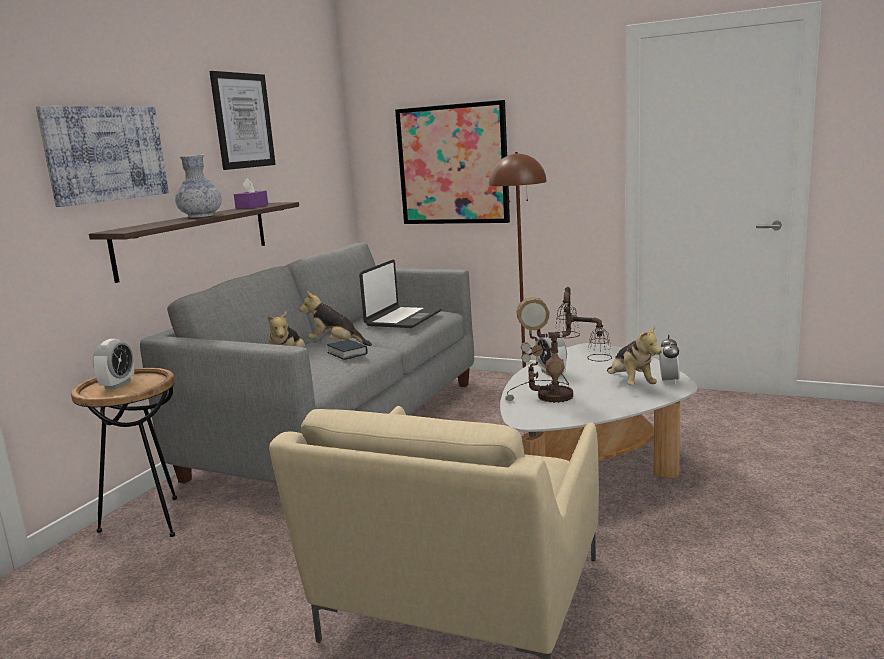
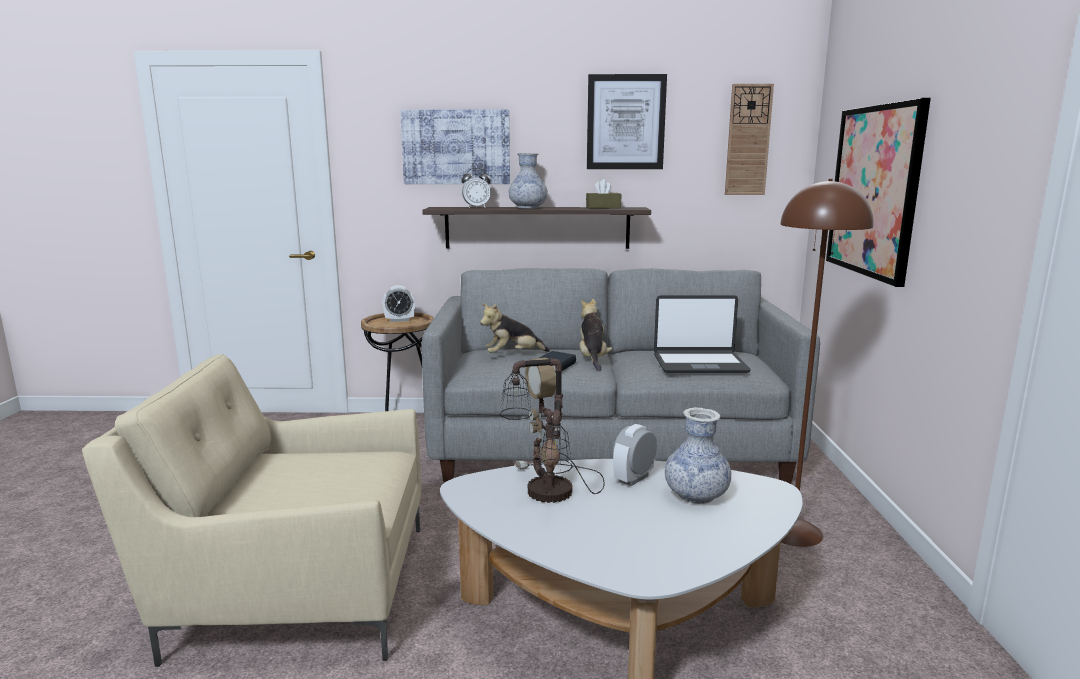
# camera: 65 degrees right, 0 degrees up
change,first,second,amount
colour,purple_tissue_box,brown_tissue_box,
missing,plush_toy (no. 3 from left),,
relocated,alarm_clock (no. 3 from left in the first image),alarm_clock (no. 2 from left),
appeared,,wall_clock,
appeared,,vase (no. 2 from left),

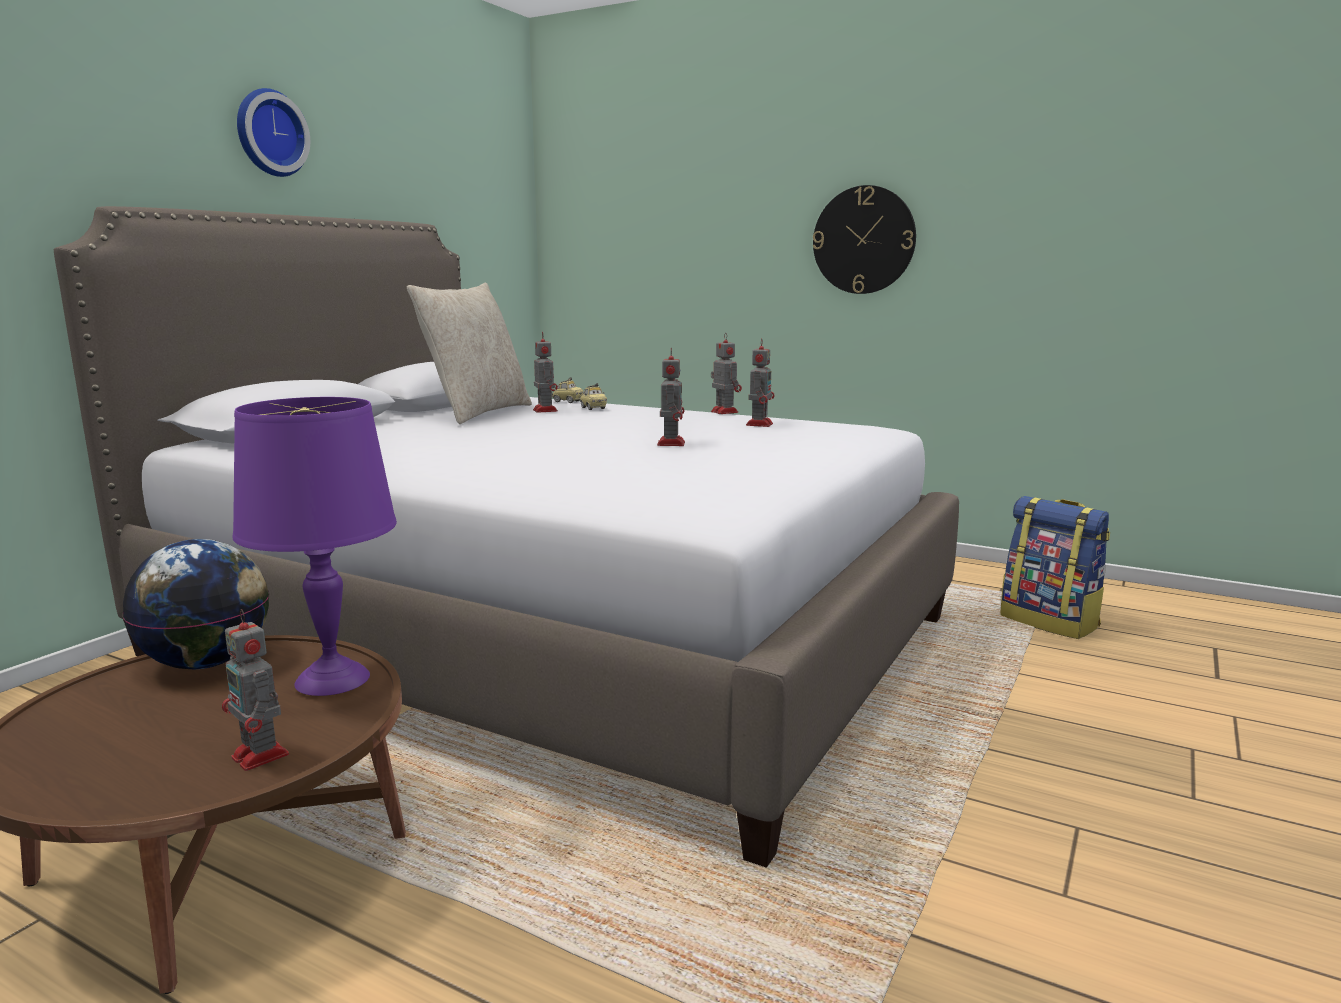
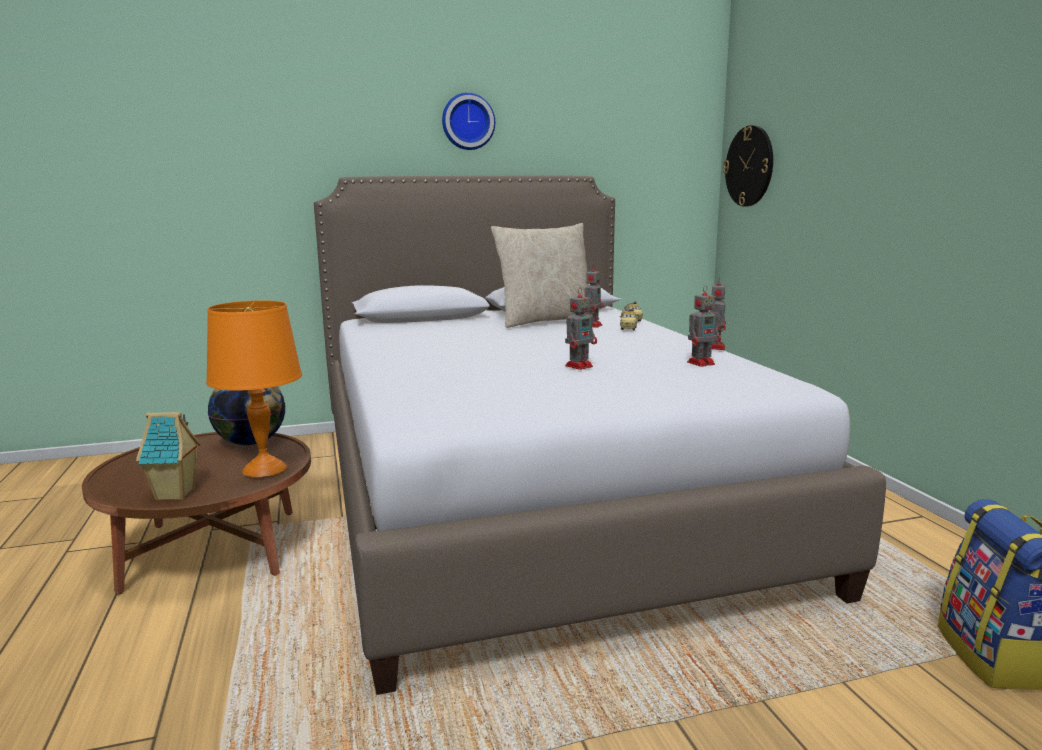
# camera: 45 degrees right, 0 degrees up
change,first,second,amount
relocated,wall_clock (no. 2 from left),,
colour,purple_table_lamp,orange_table_lamp,
exchanged,toy_robot (no. 1 from left),toy_house,

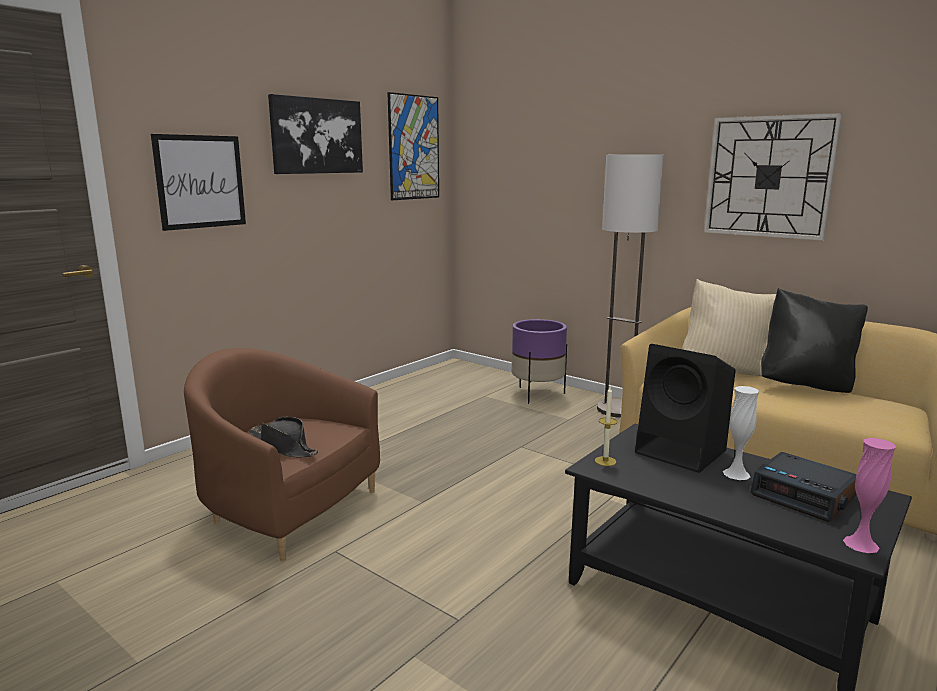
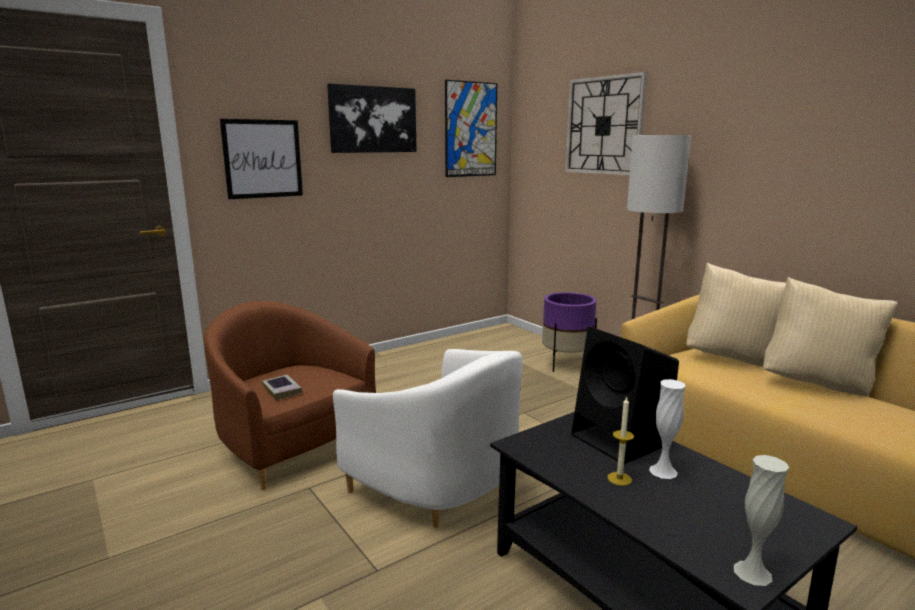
# camera: 15 degrees right, 0 degrees up
change,first,second,amount
relocated,wall_clock,,
colour,black_pillow,beige_pillow (no. 2 from left),
relocated,candle,,
exchanged,black_hat,book,
colour,pink_vase,white_vase (no. 2 from left),
missing,alarm_clock,,
appeared,,white_armchair,

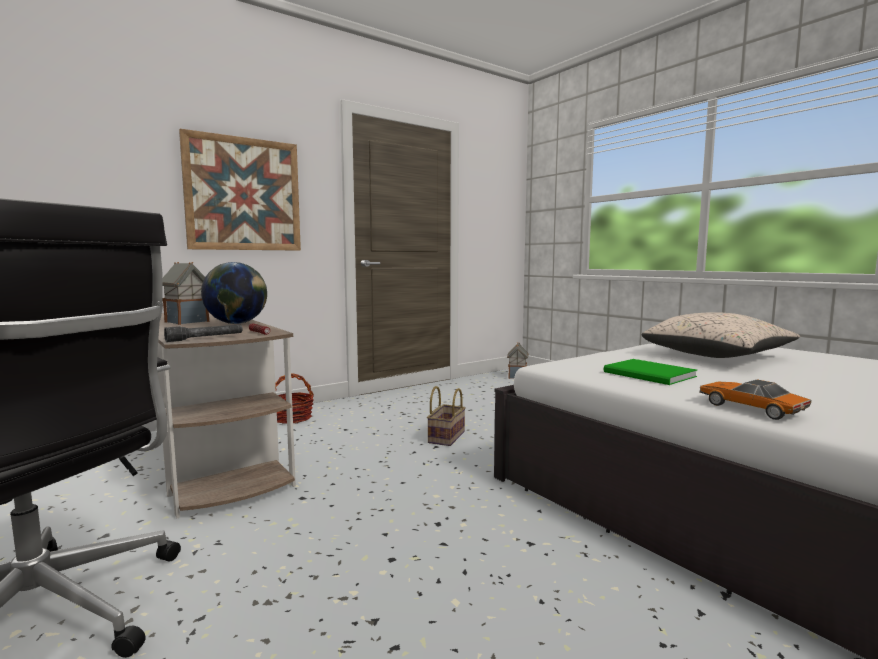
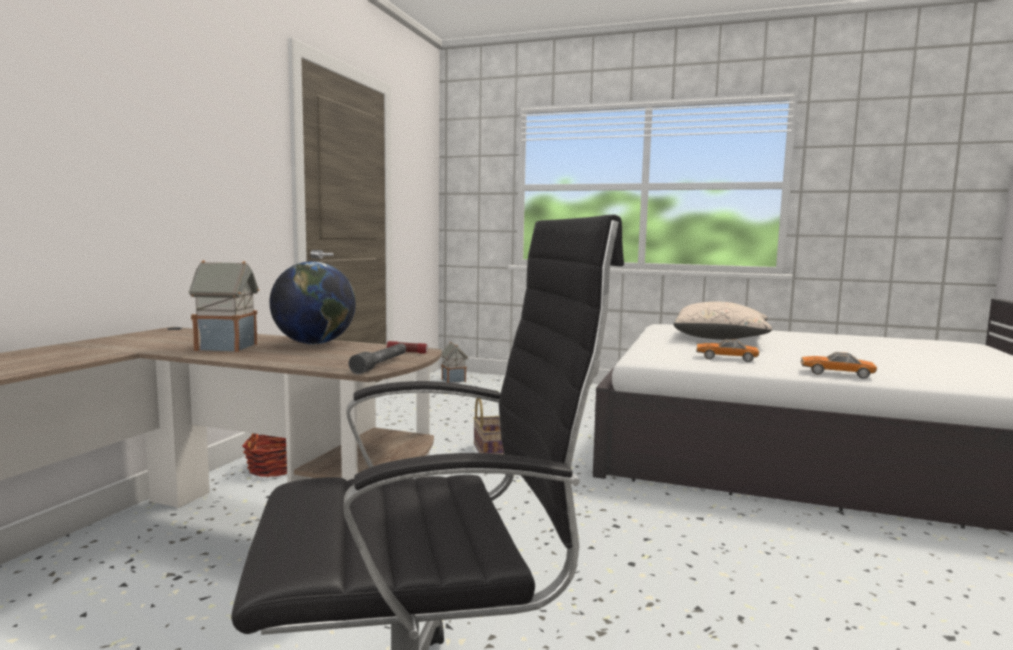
# camera: 35 degrees left, 0 degrees up
change,first,second,amount
missing,picture,,
exchanged,green_book,toy_car (no. 1 from left),

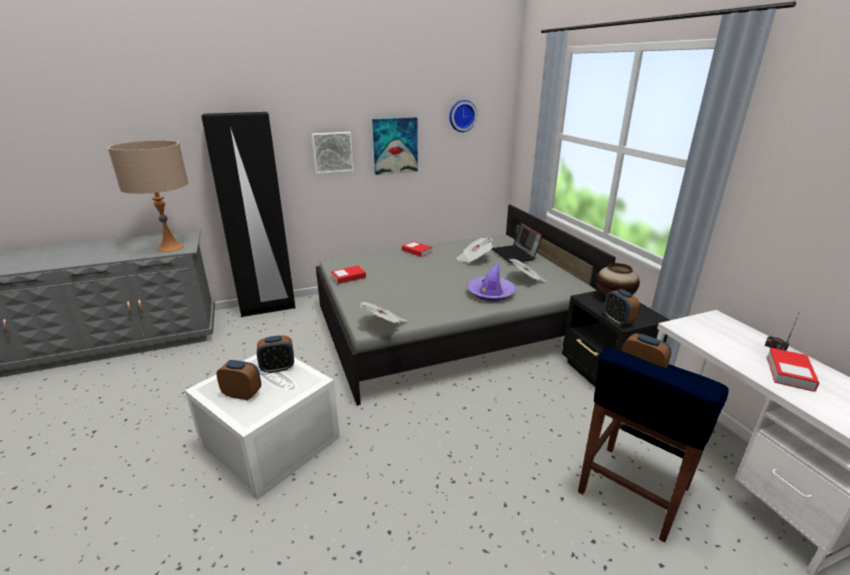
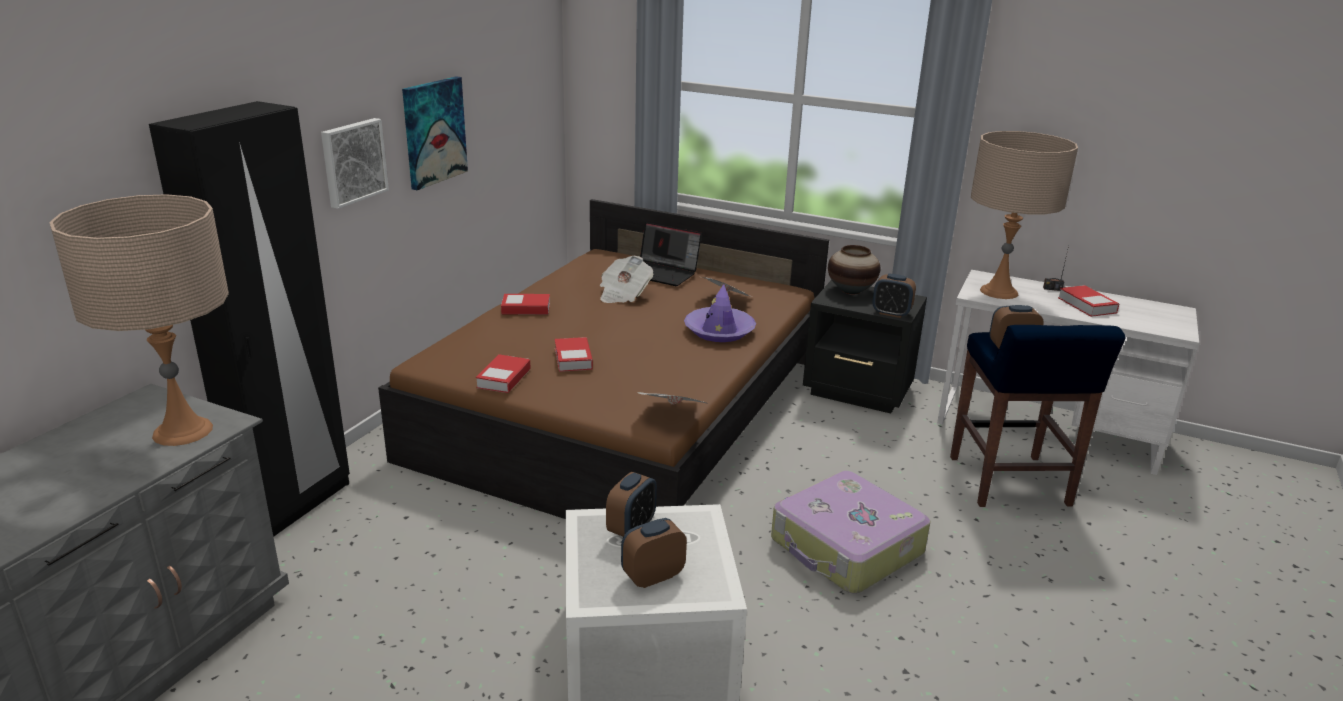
# camera: 45 degrees left, 0 degrees up
change,first,second,amount
missing,wall_clock,,
colour,grey_bed,brown_bed,
appeared,,beige_table_lamp (no. 2 from left),
appeared,,book (no. 3 from left),
appeared,,suitcase,

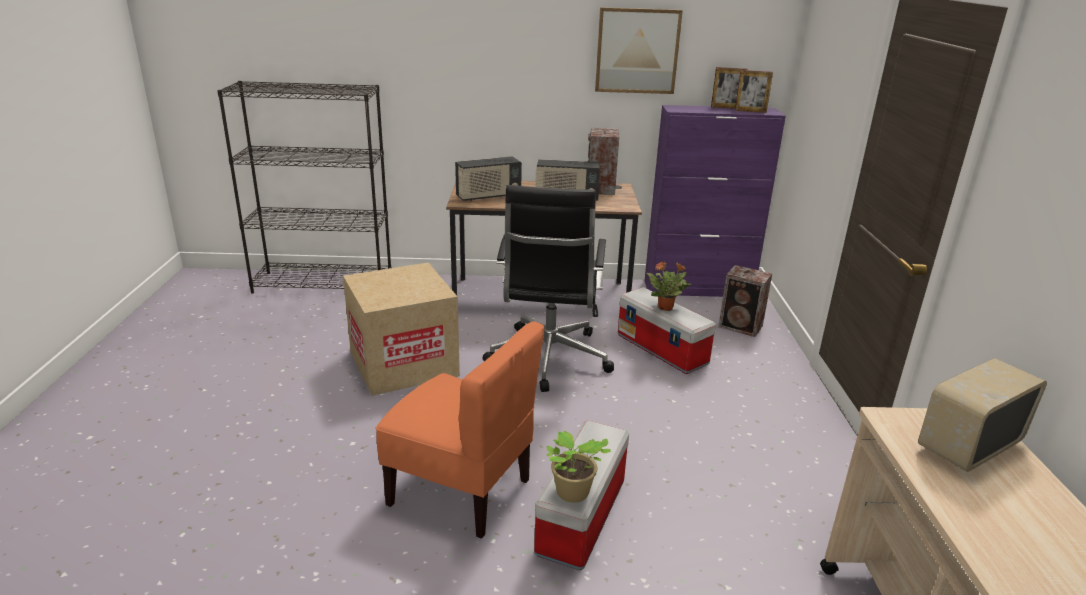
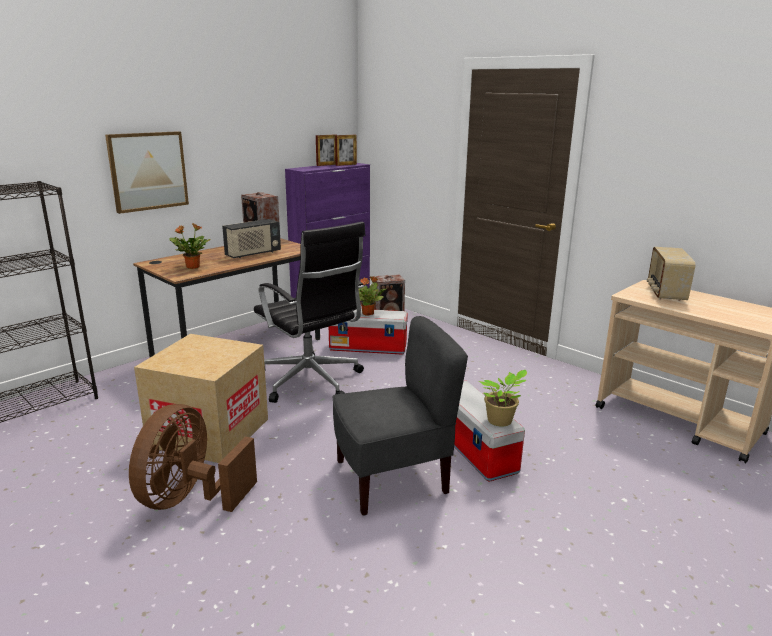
# camera: 45 degrees left, 5 degrees down
change,first,second,amount
relocated,picture,,
exchanged,radio (no. 1 from left),potted_plant (no. 1 from left),
colour,orange_chair,grey_chair,
appeared,,brown_fan,

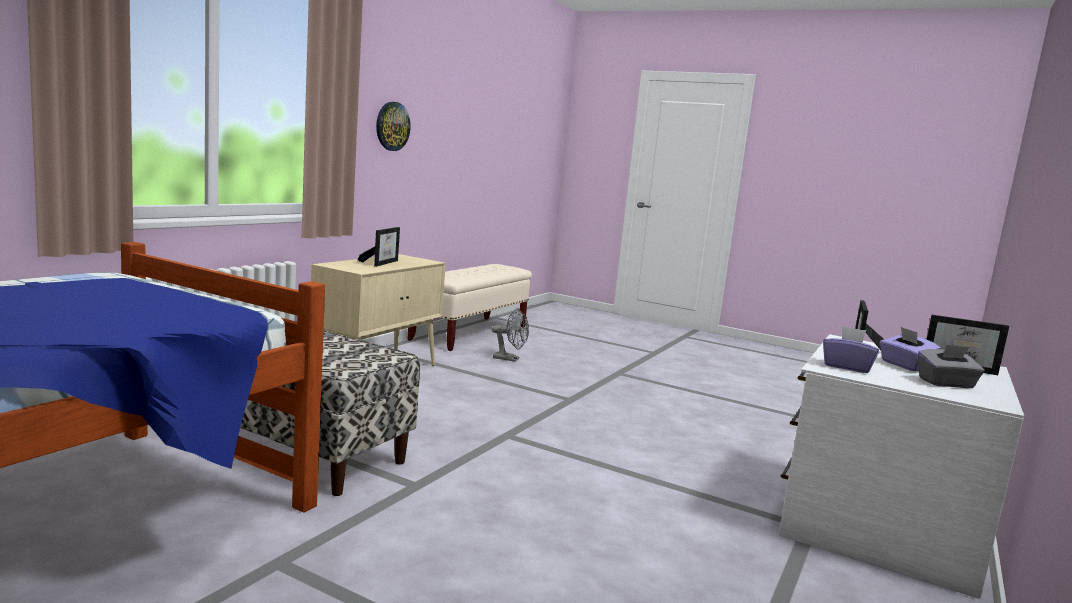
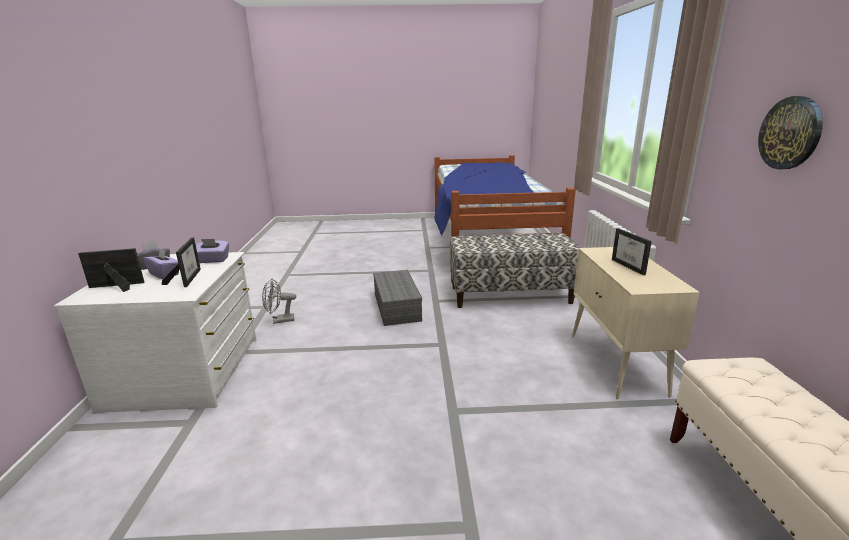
# camera: 150 degrees right, 10 degrees up
change,first,second,amount
relocated,grey_fan,,
appeared,,grey_storage_box,

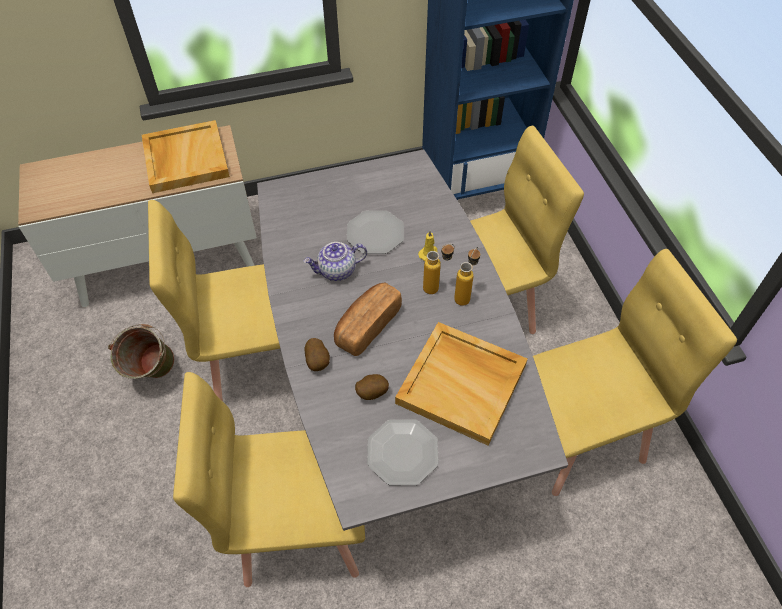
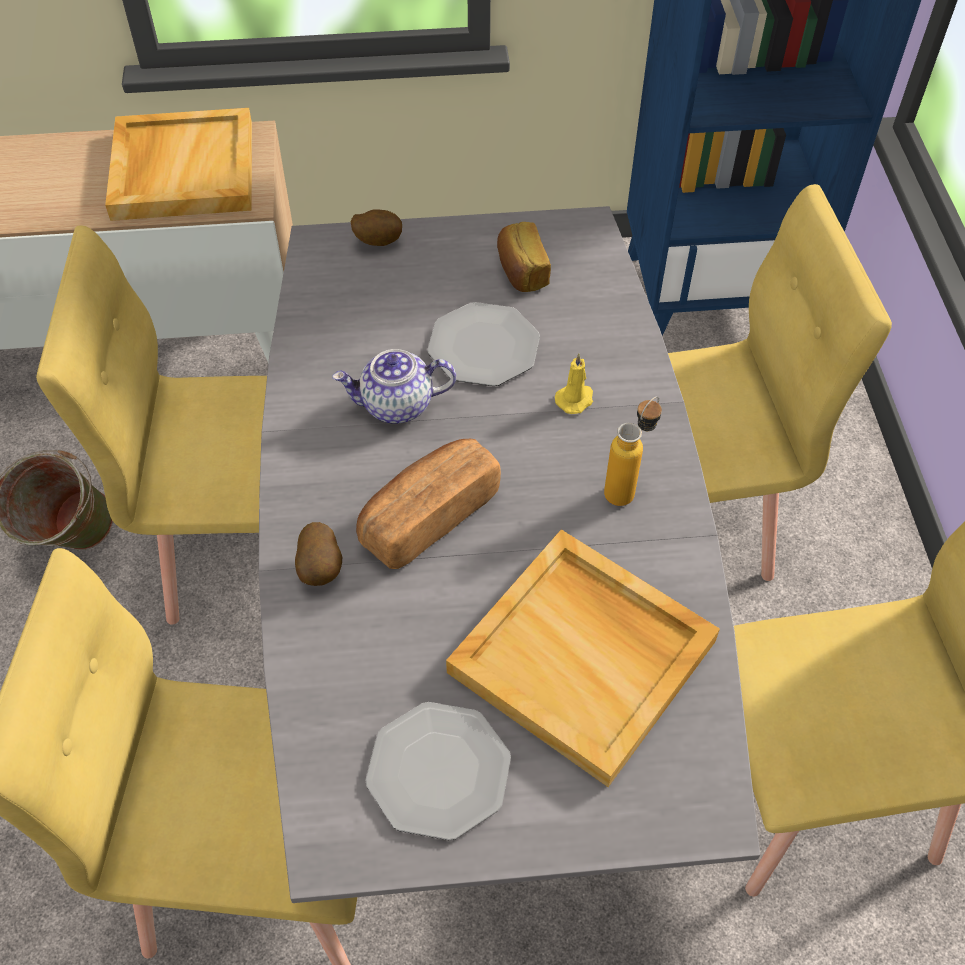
# camera: 10 degrees right, 0 degrees up
change,first,second,amount
missing,bottle (no. 1 from left),,
relocated,potato (no. 2 from left),,
appeared,,bread (no. 2 from left),

